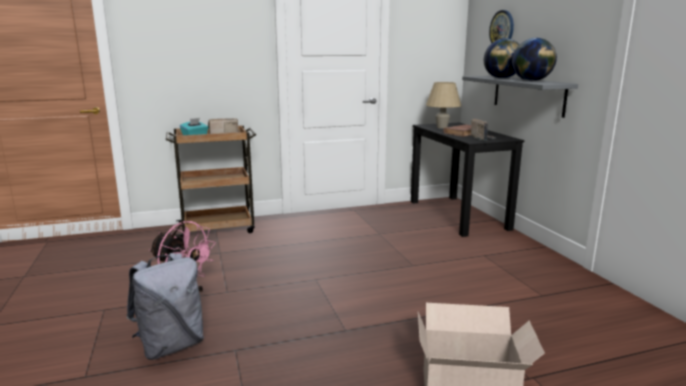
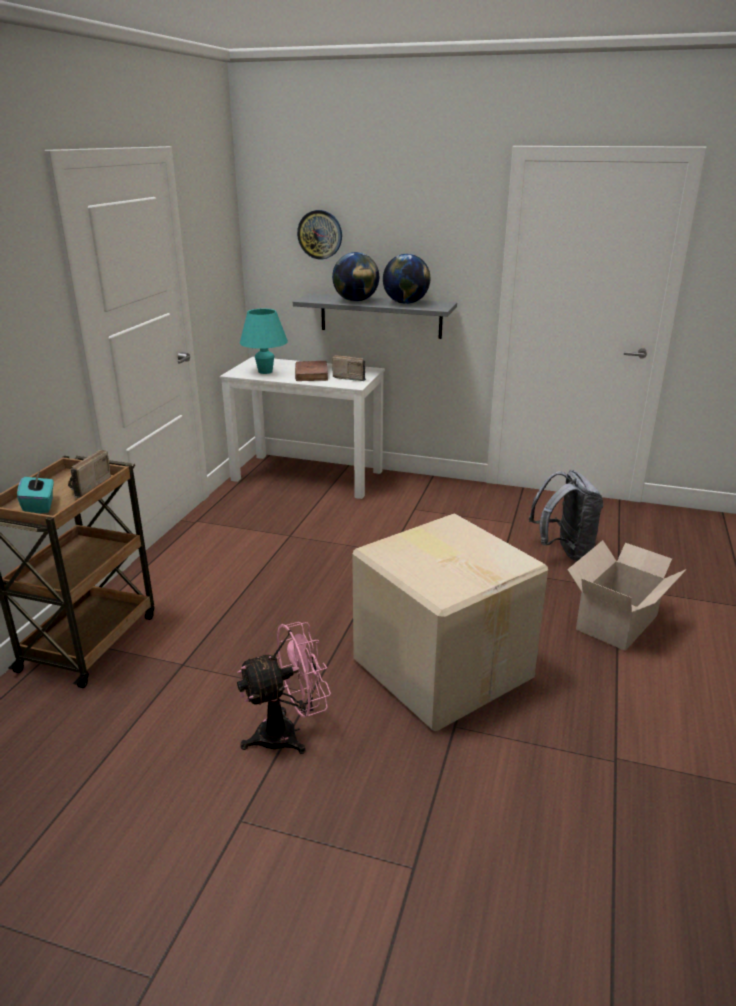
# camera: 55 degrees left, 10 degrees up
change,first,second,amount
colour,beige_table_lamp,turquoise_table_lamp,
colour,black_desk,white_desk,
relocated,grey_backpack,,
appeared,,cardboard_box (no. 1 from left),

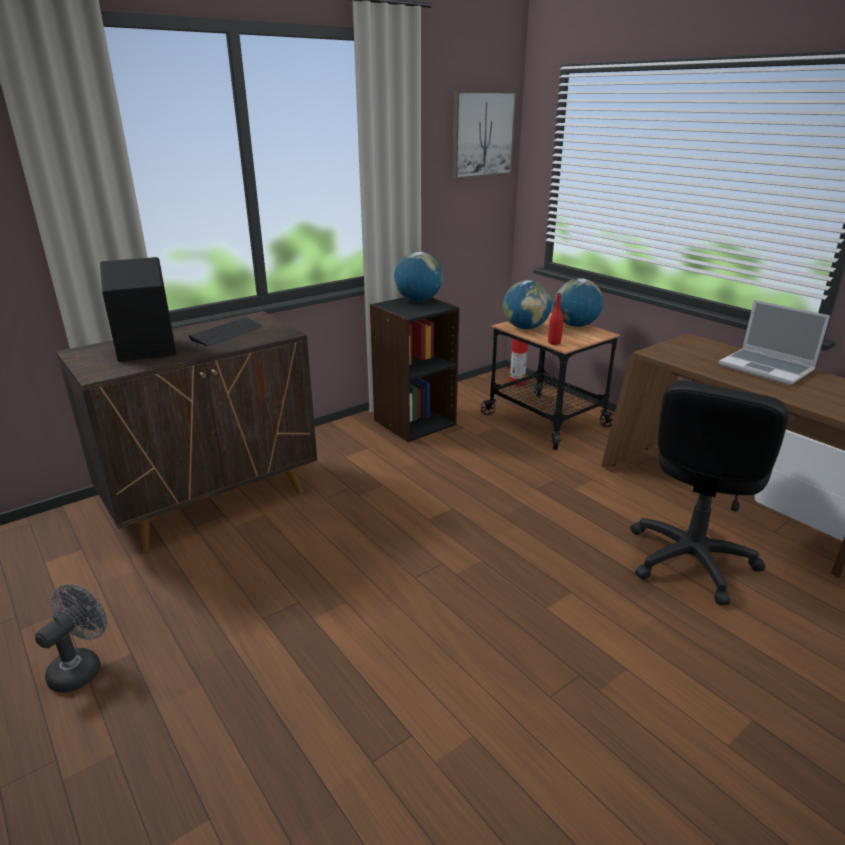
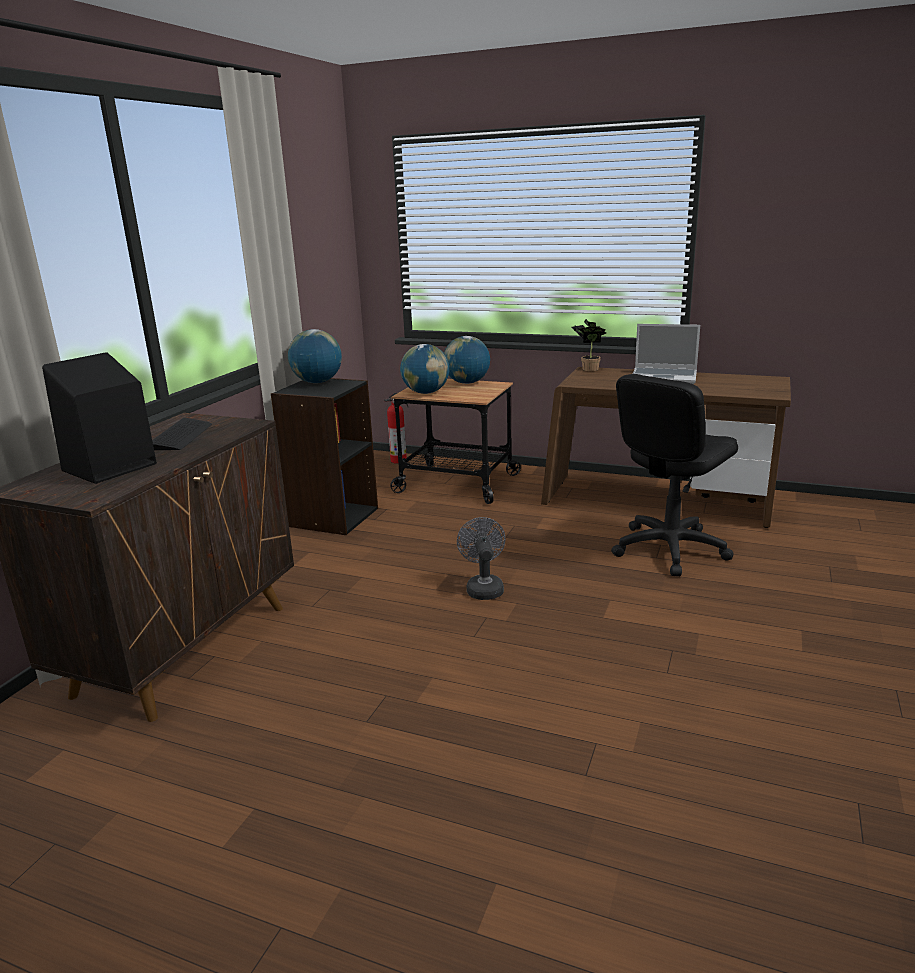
# camera: 30 degrees left, 5 degrees down
change,first,second,amount
missing,picture,,
missing,red_bottle,,
spun,black_office_chair,,45 degrees clockwise
relocated,grey_fan,,
appeared,,potted_plant,

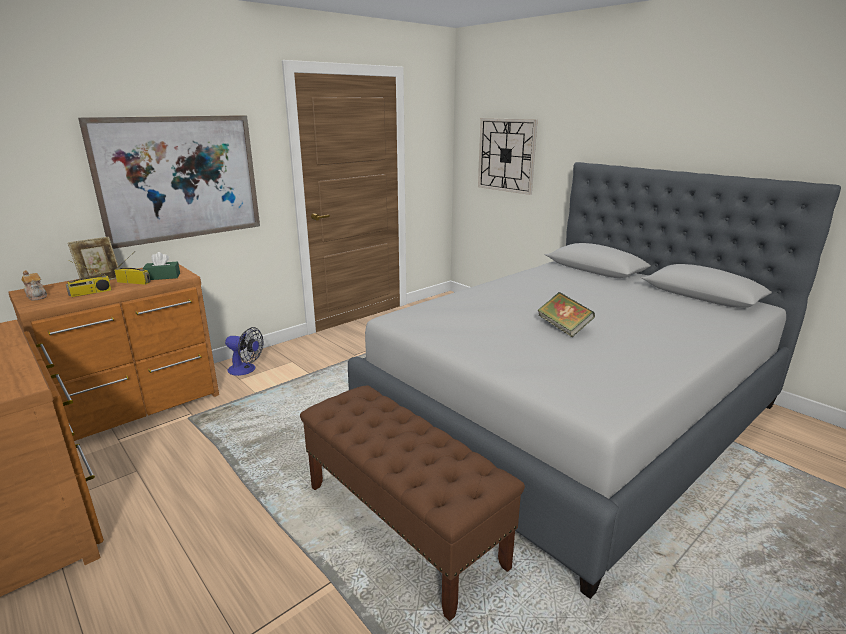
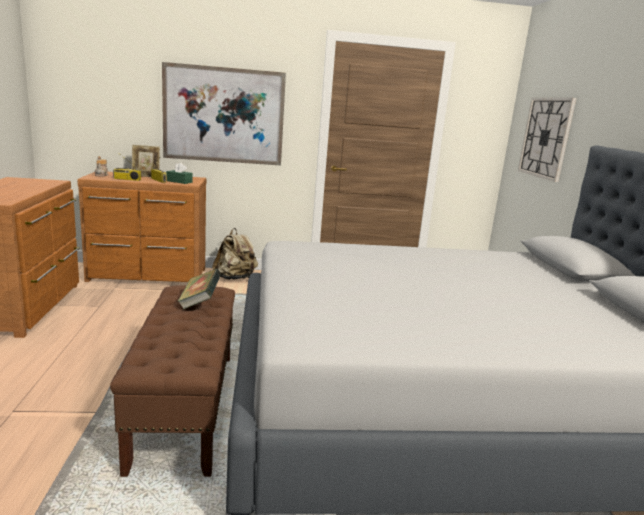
# camera: 35 degrees right, 5 degrees down
change,first,second,amount
relocated,book,,
exchanged,fan,beige_backpack,

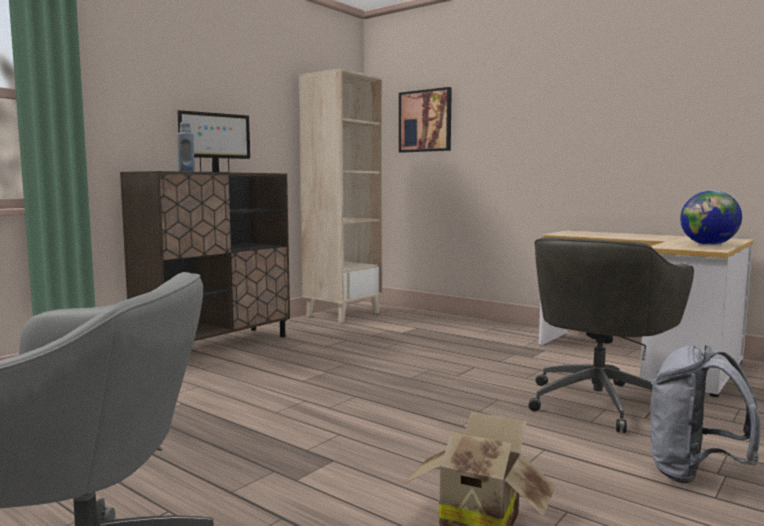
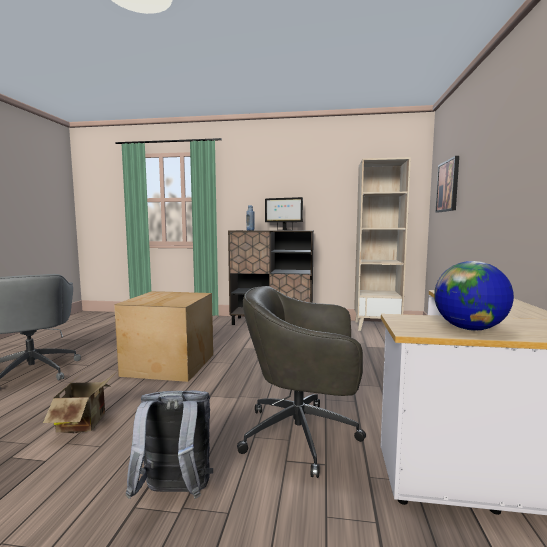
# camera: 60 degrees right, 0 degrees up
change,first,second,amount
appeared,,cardboard_box (no. 2 from left),

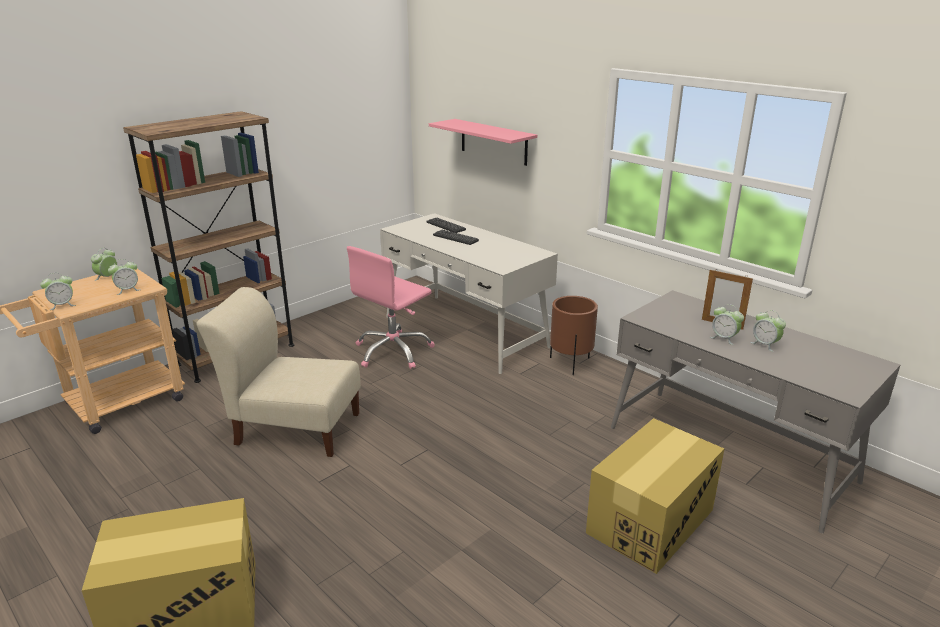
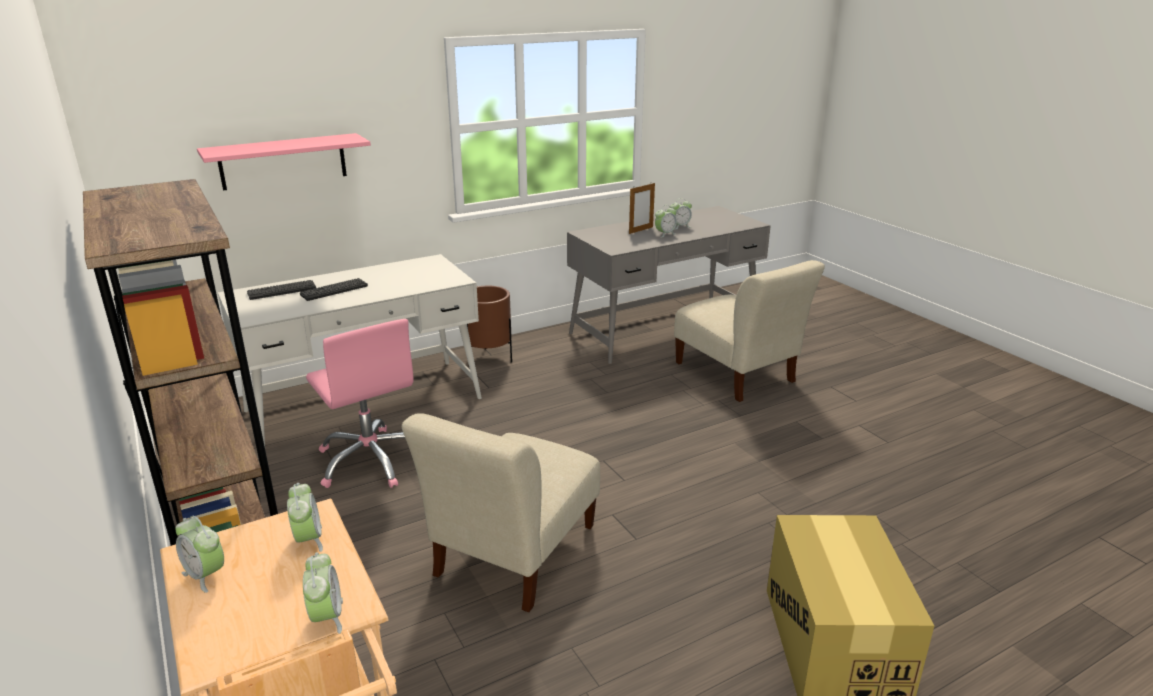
# camera: 75 degrees left, 0 degrees up
change,first,second,amount
exchanged,cardboard_box (no. 2 from left),beige_chair (no. 2 from left),

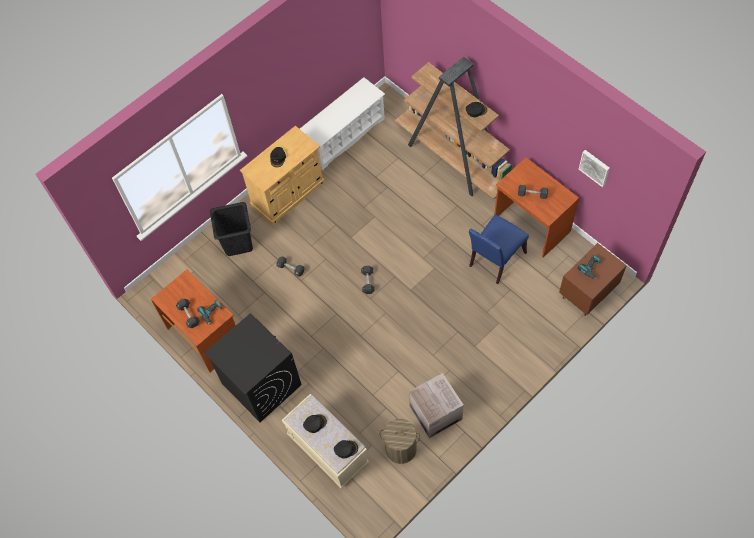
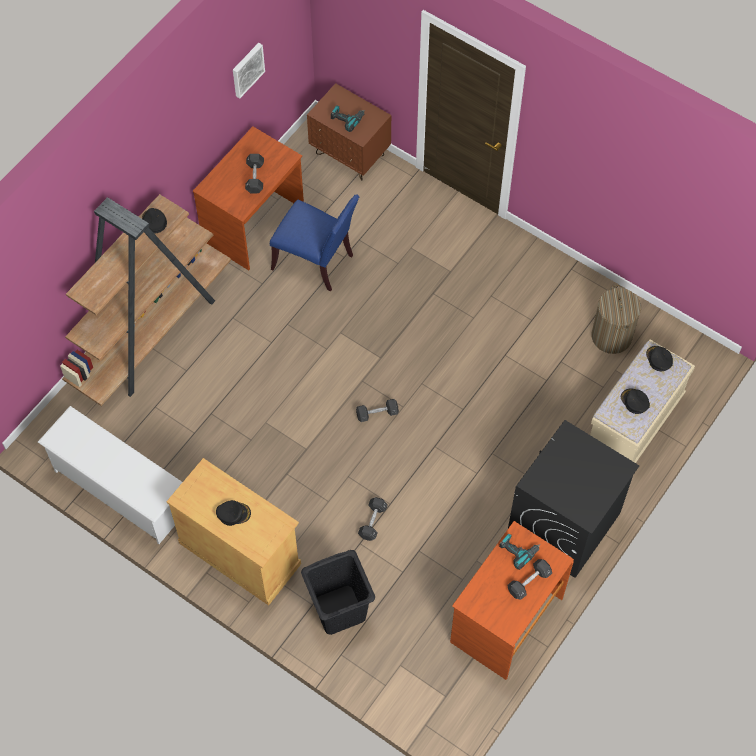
# camera: 105 degrees left, 0 degrees up
change,first,second,amount
missing,cardboard_box,,

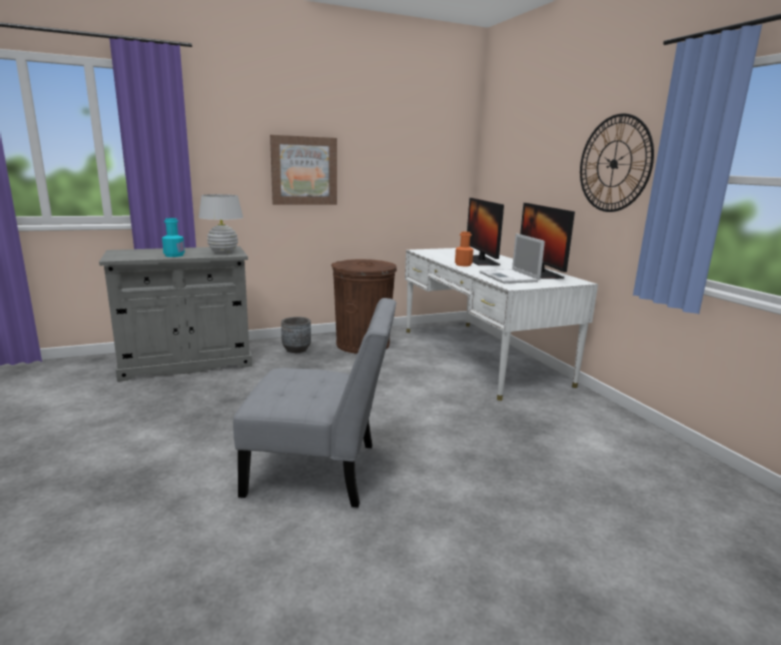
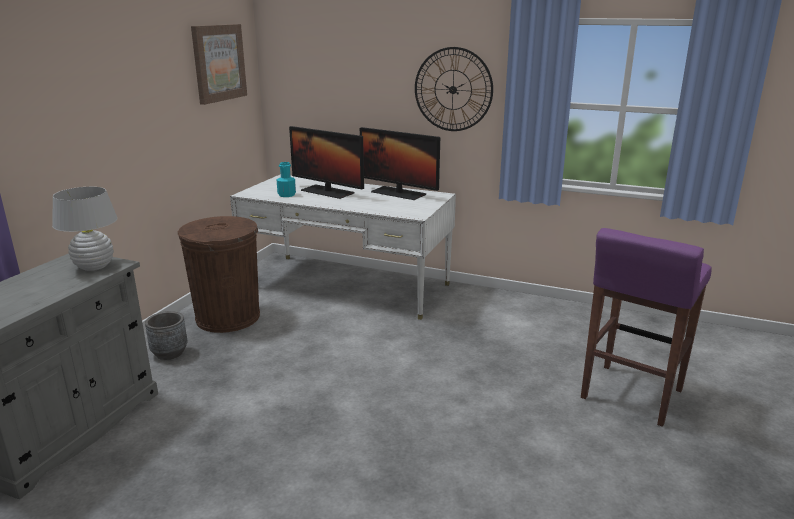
# camera: 45 degrees left, 5 degrees up
change,first,second,amount
relocated,picture,,
relocated,turquoise_bottle,,
missing,orange_bottle,,
missing,laptop,,
missing,grey_chair,,
appeared,,purple_stool,

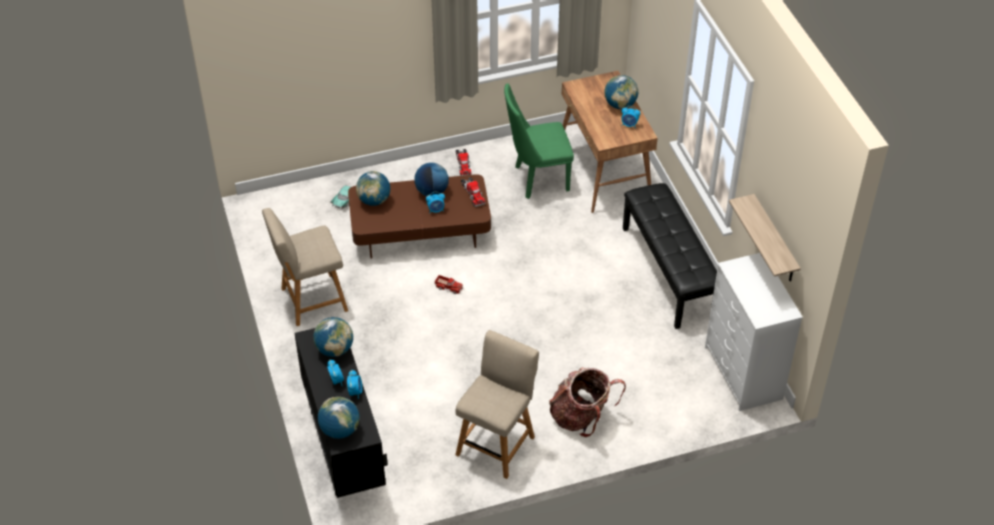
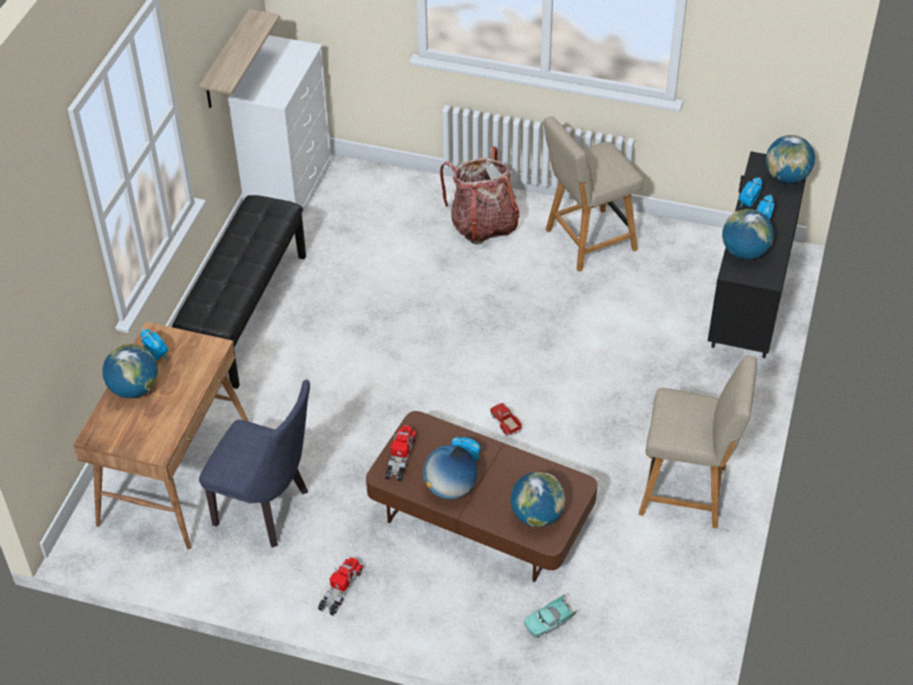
# camera: 145 degrees left, 0 degrees up
change,first,second,amount
colour,green_chair,blue_chair,

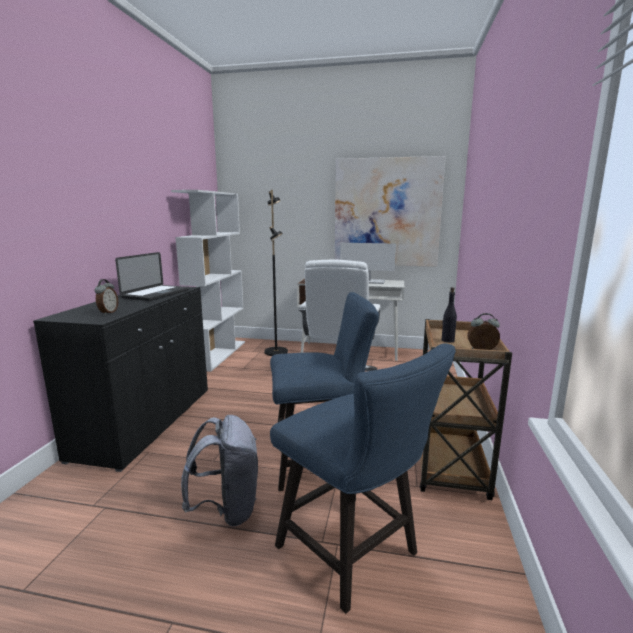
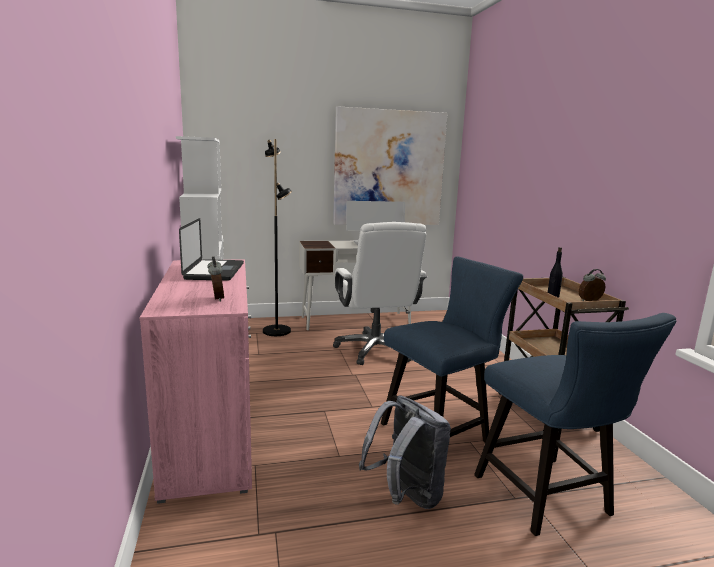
# camera: 25 degrees left, 0 degrees up
change,first,second,amount
colour,black_cabinet,pink_cabinet,
spun,blue_chair (no. 2 from left),,45 degrees clockwise

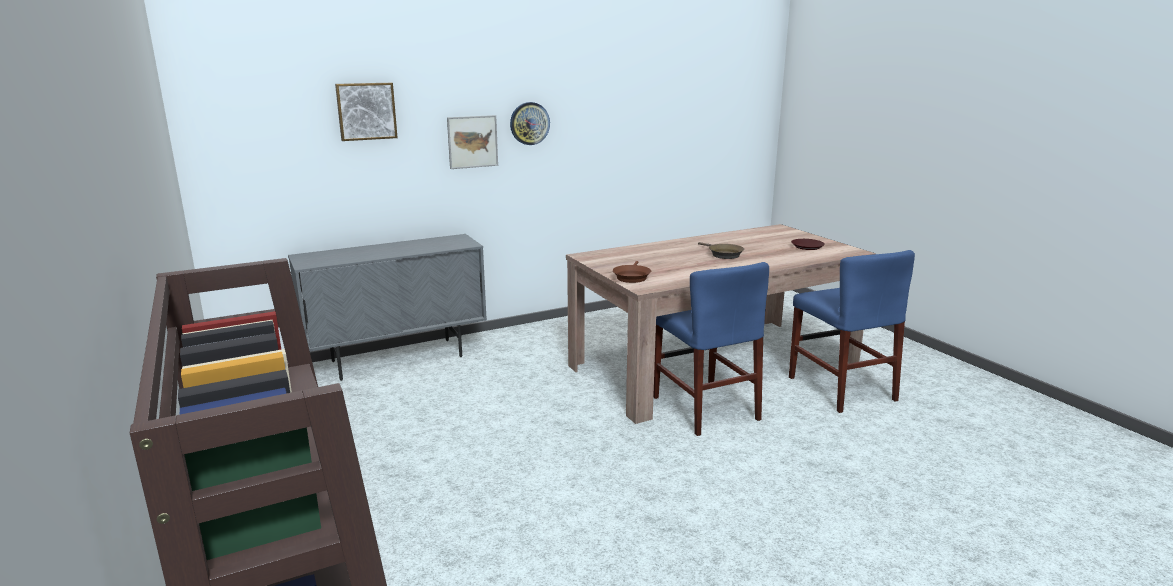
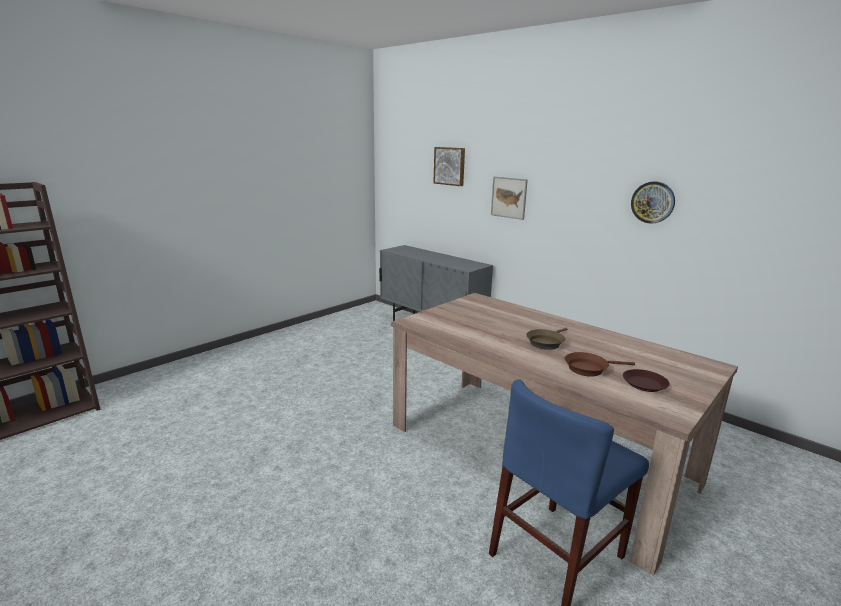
# camera: 70 degrees right, 0 degrees up
change,first,second,amount
relocated,wall_clock,,
relocated,brown_frying_pan (no. 1 from left in the first image),brown_frying_pan (no. 2 from left),
missing,blue_chair (no. 1 from left),,

